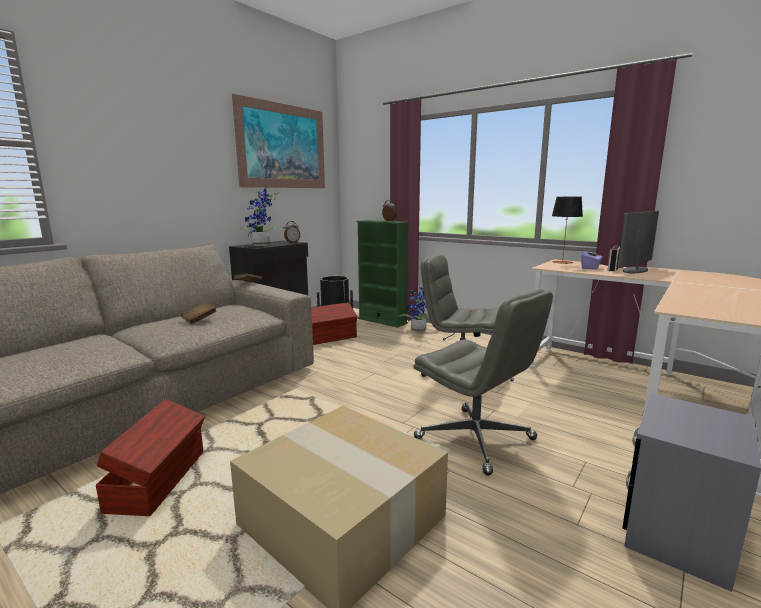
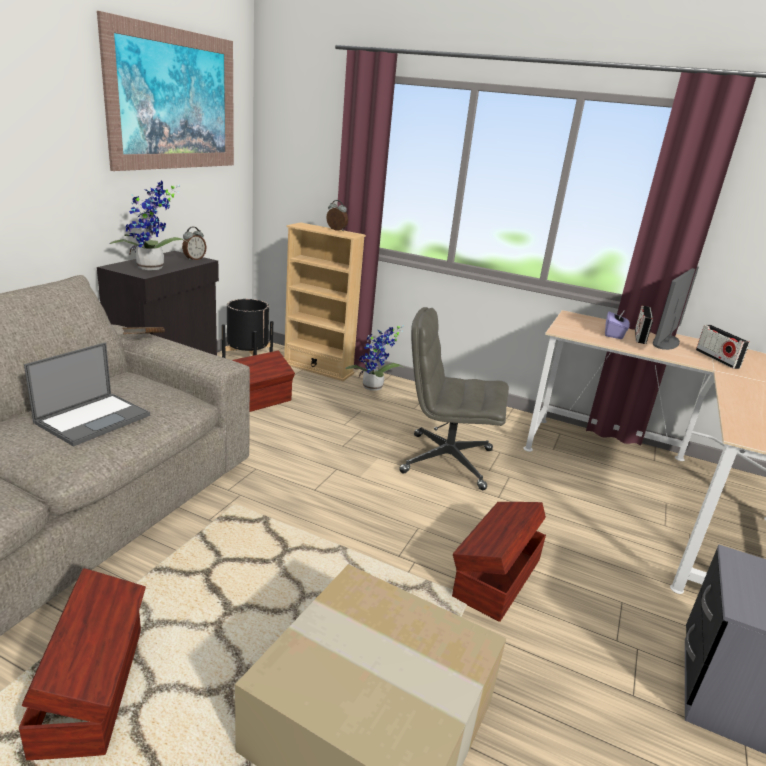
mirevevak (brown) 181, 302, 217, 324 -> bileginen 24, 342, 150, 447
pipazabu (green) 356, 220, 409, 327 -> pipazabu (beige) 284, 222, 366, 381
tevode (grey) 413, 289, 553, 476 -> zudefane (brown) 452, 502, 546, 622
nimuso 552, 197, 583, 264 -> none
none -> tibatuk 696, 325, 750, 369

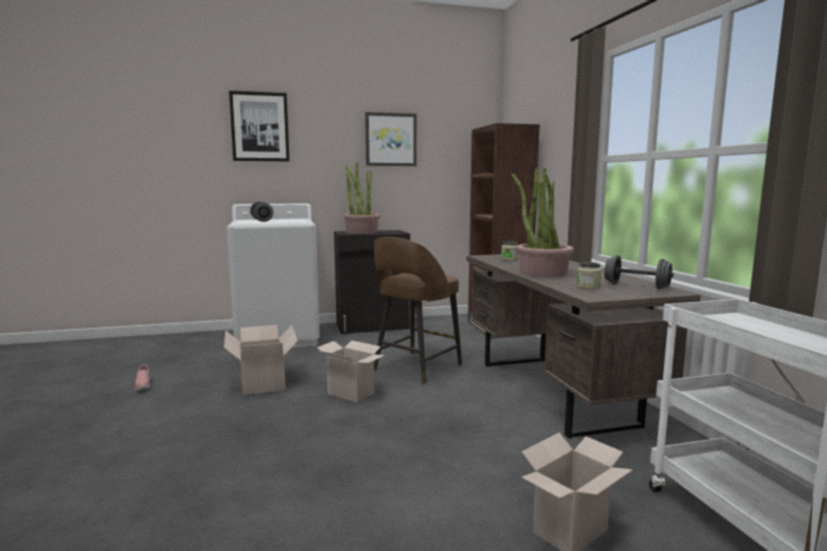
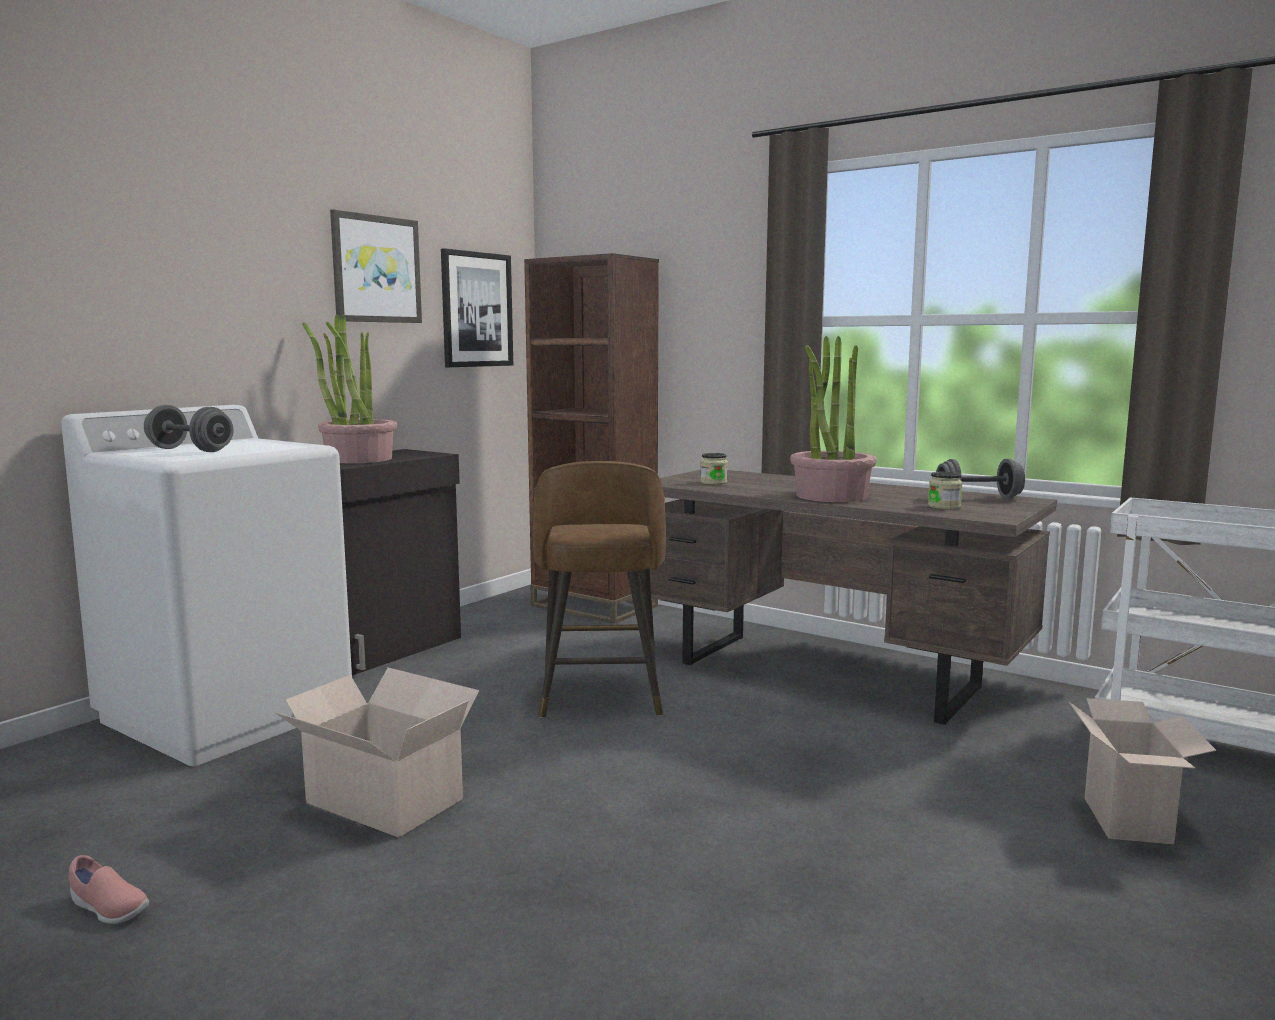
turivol 229, 91, 289, 161 -> turivol 441, 248, 513, 367, moved
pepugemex 317, 341, 385, 403 -> none

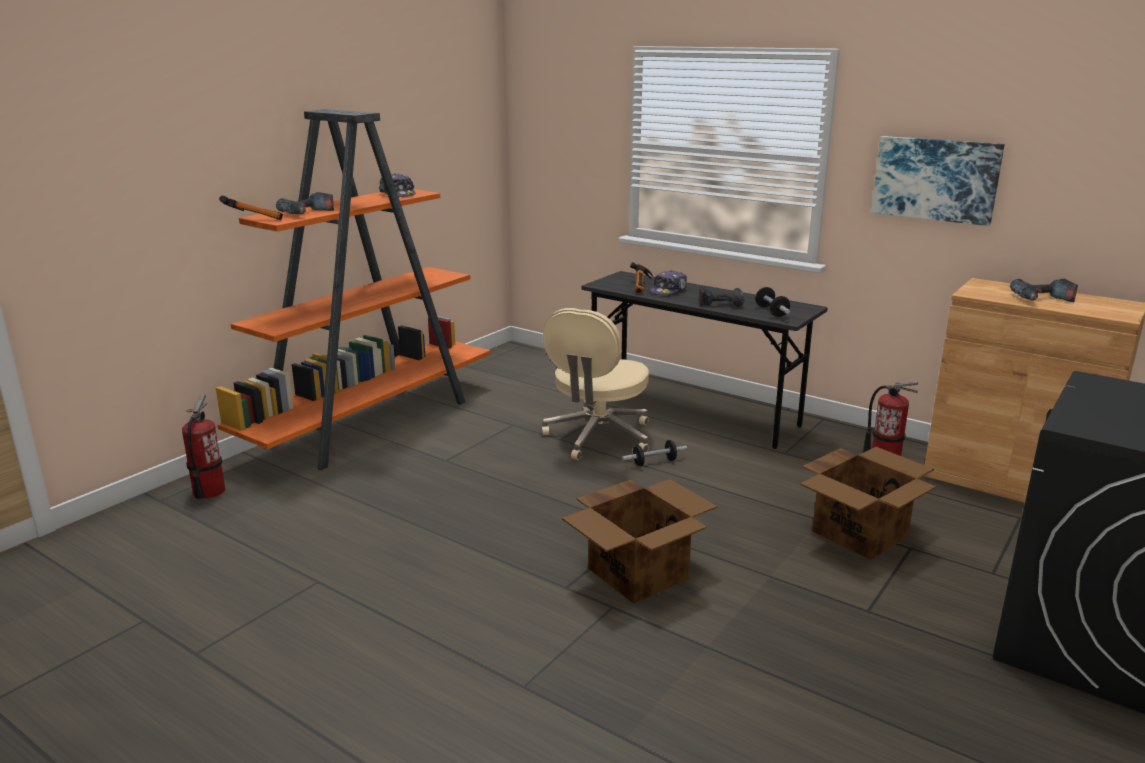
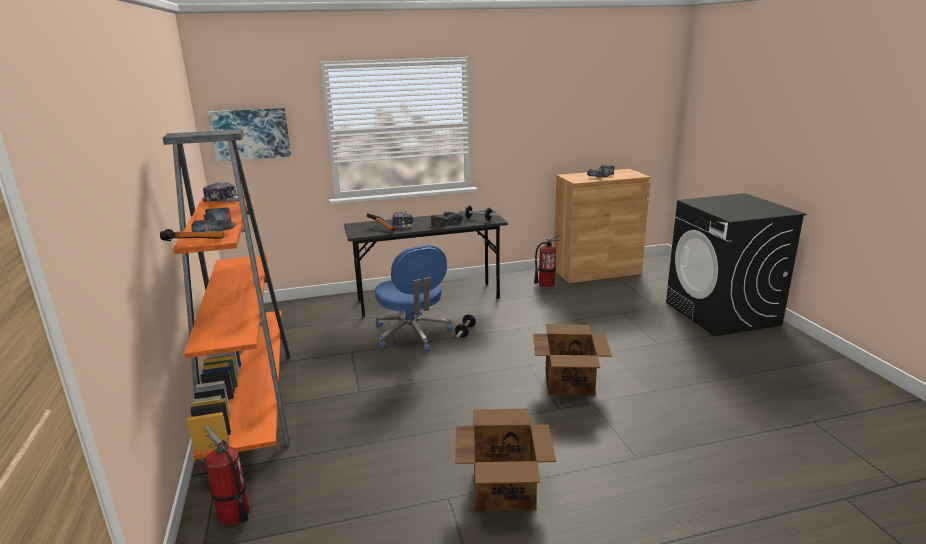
tevode (beige) 542, 308, 649, 460 -> tevode (blue) 375, 245, 452, 351
pepugemex 800, 447, 936, 560 -> pepugemex 455, 409, 556, 511, moved
turivol 871, 136, 1004, 226 -> turivol 208, 108, 291, 161, moved

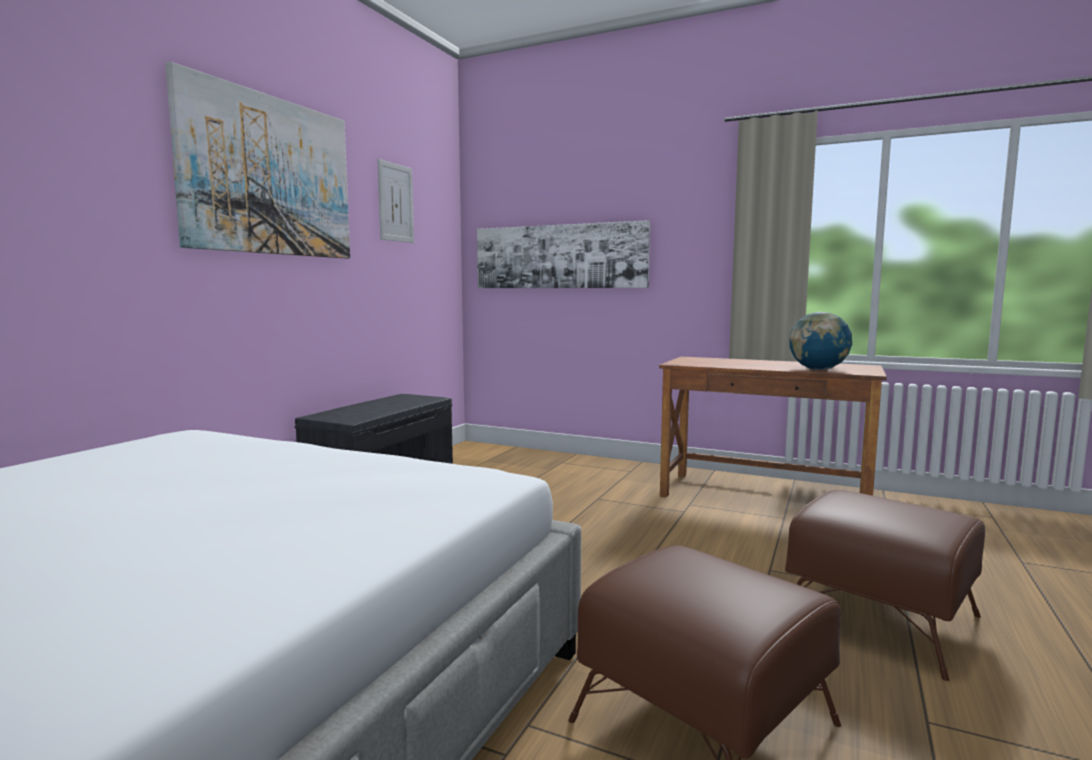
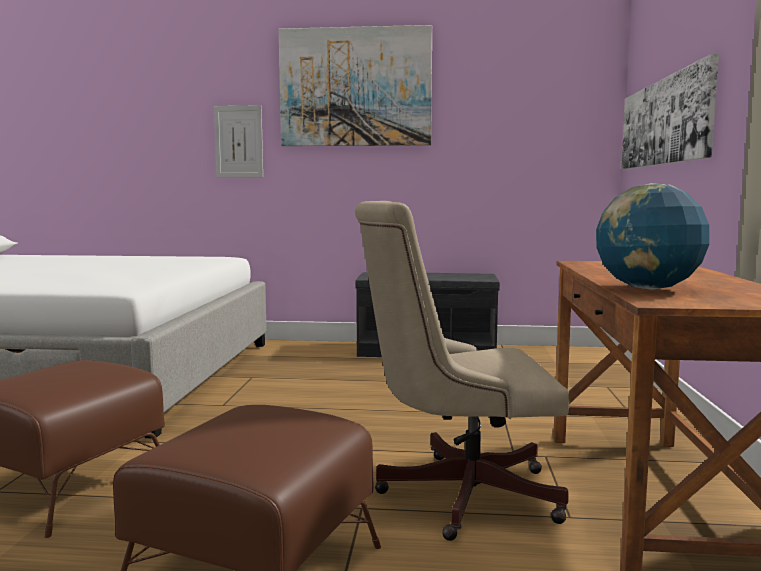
turivol 377, 159, 414, 243 -> turivol 214, 105, 263, 178, moved
none -> tevode (beige) 355, 201, 569, 541

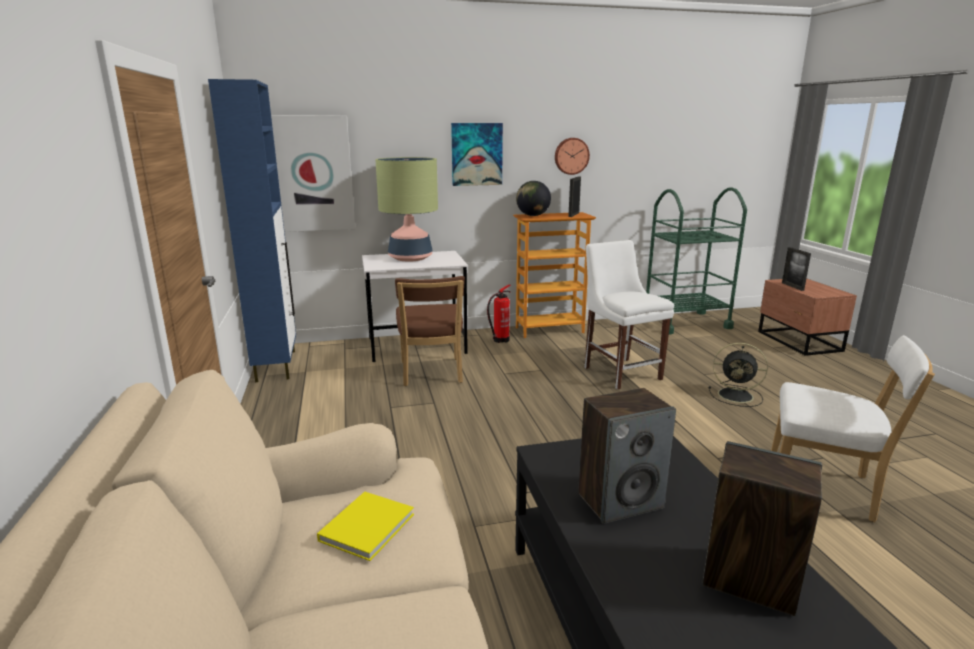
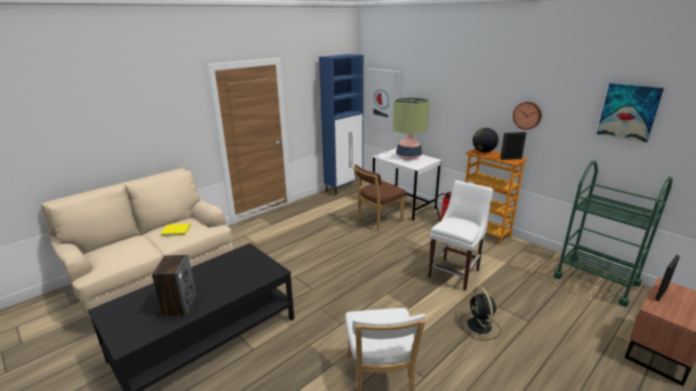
turivol 451, 123, 503, 186 -> turivol 597, 83, 664, 143, moved
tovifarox 578, 388, 676, 524 -> none

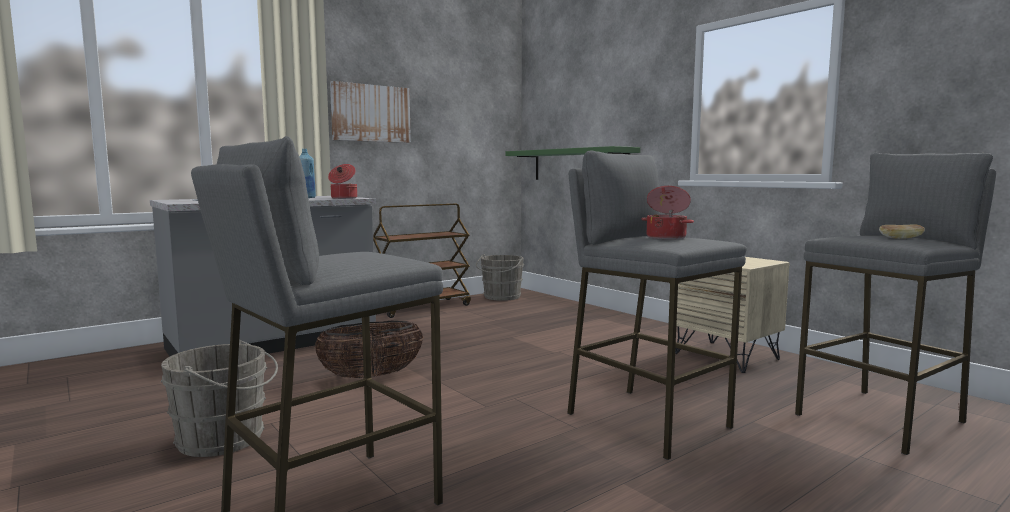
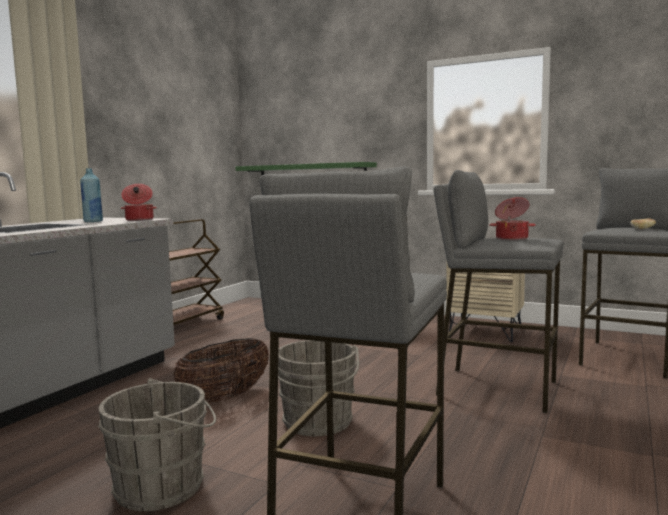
turivol 330, 81, 411, 143 -> none
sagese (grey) 476, 254, 524, 301 -> sagese (grey) 278, 340, 359, 436, moved

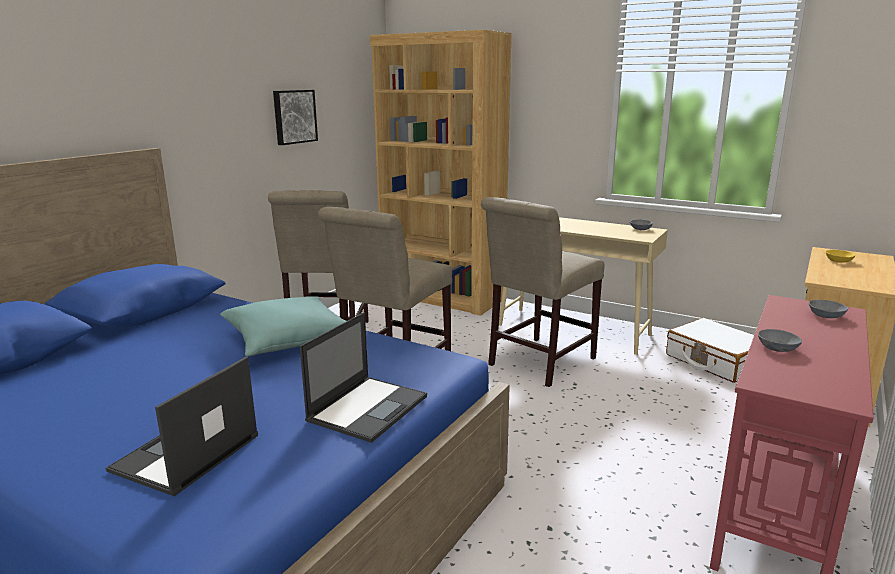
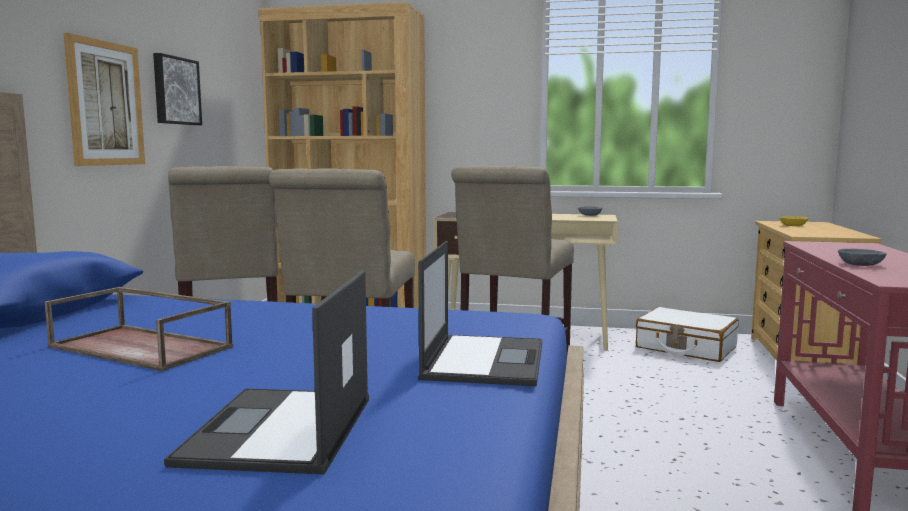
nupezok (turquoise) 220, 296, 346, 356 -> none
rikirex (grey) 809, 300, 848, 318 -> none
none -> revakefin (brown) 45, 287, 233, 371
none -> turivol 64, 33, 145, 166

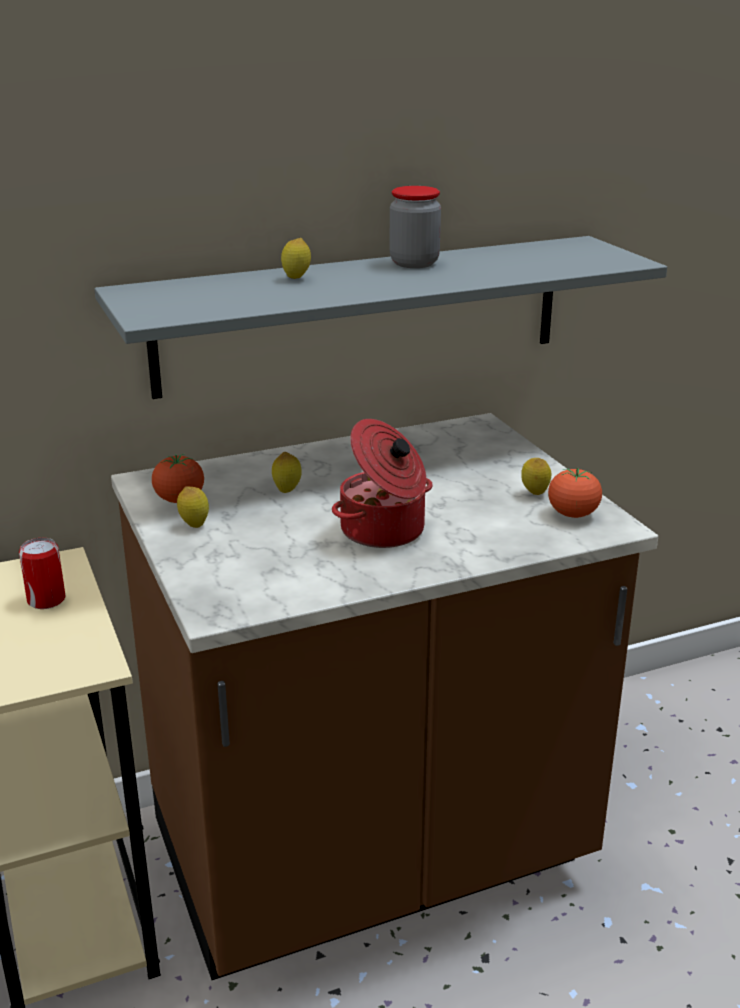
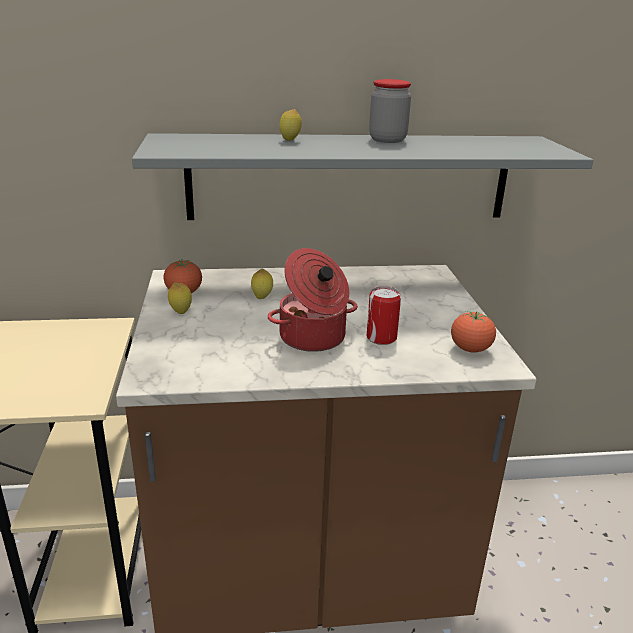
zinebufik 19, 538, 66, 609 -> zinebufik 367, 286, 401, 345, moved
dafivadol 521, 458, 551, 495 -> none

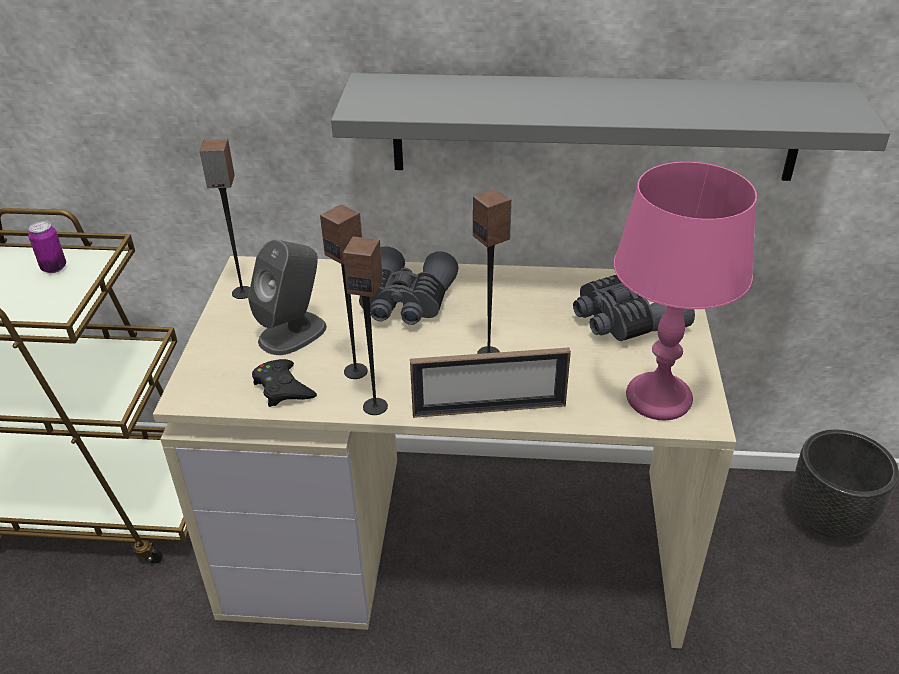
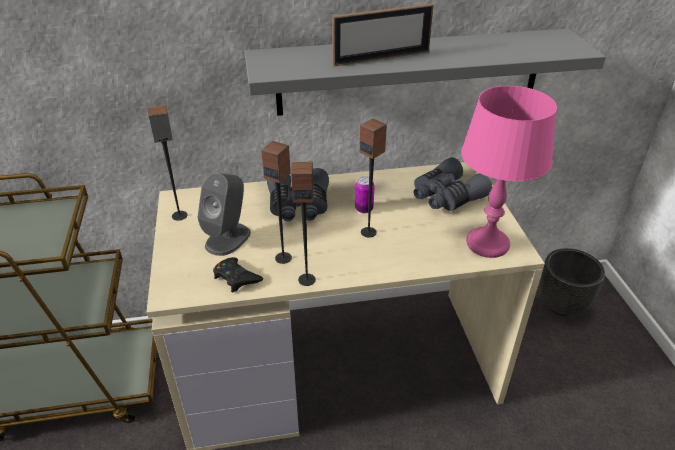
zinebufik 28, 221, 66, 273 -> zinebufik 355, 176, 375, 213, moved
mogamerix 410, 348, 571, 418 -> mogamerix 332, 3, 433, 66, moved

